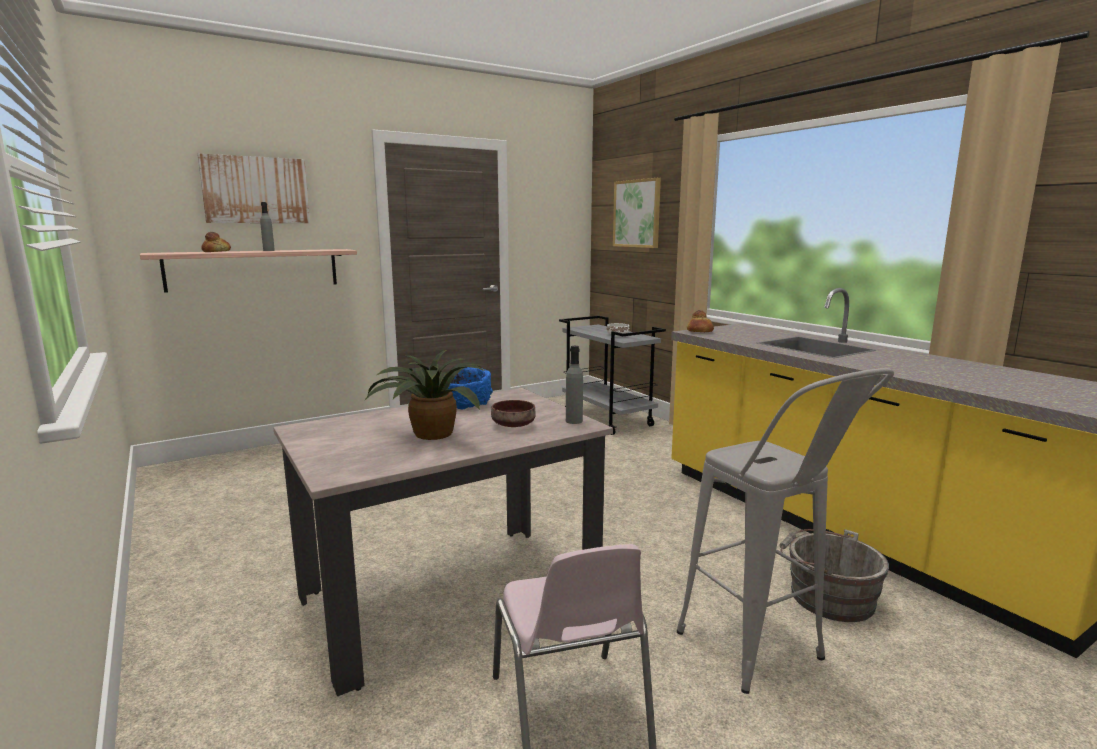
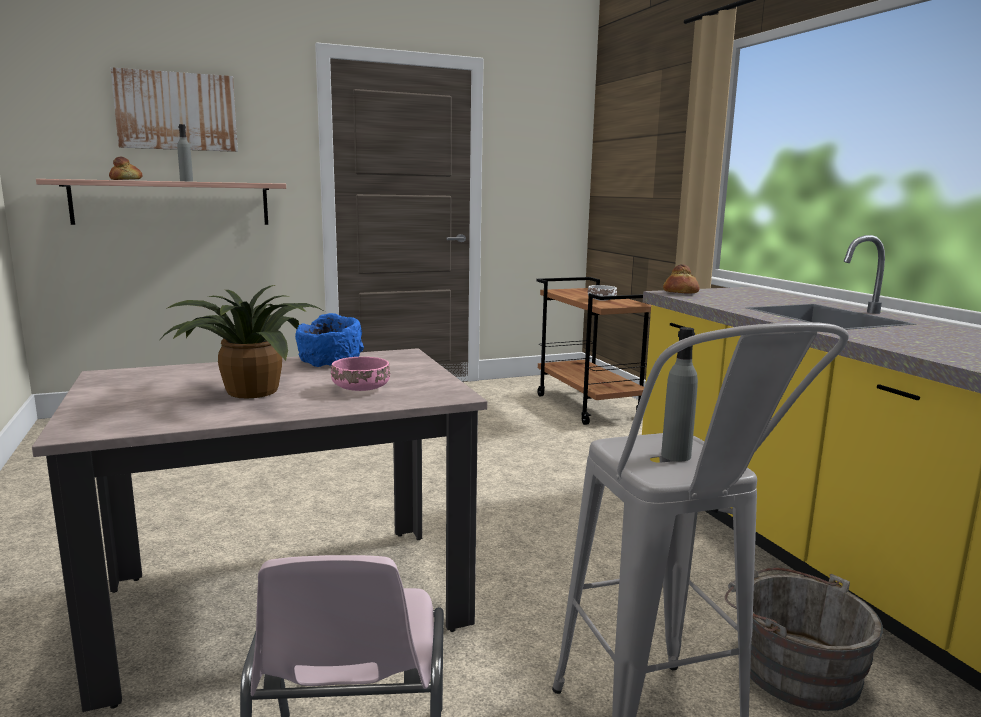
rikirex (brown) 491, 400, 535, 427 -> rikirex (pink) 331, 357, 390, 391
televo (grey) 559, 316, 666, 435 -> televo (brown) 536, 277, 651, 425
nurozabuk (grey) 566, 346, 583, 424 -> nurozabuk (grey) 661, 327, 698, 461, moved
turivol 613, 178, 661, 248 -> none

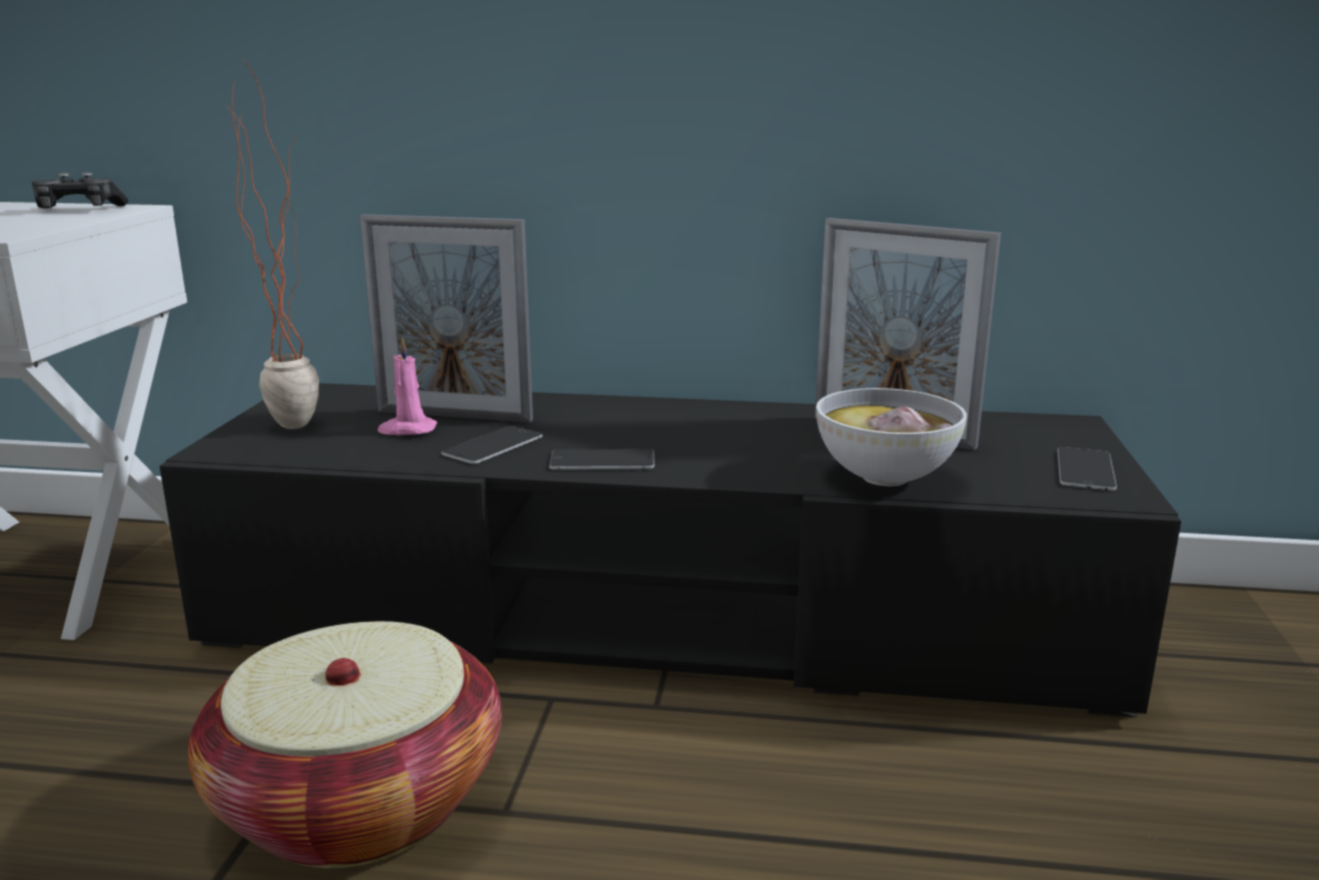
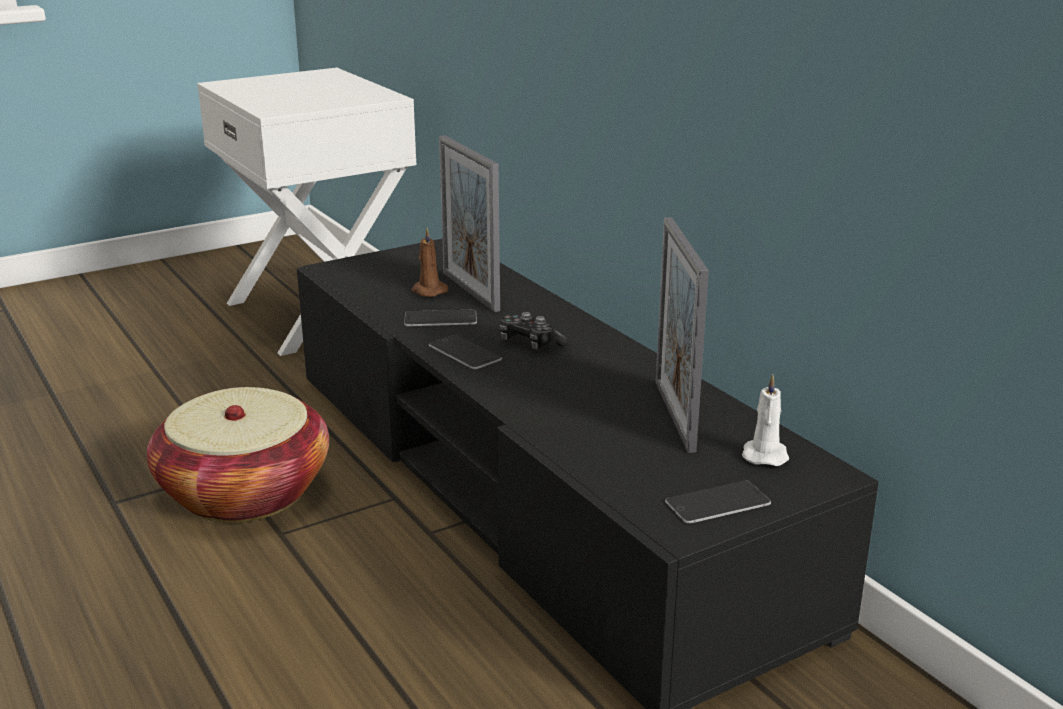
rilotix 32, 172, 128, 208 -> rilotix 499, 312, 568, 350, moved
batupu 228, 61, 319, 429 -> none
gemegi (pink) 378, 338, 437, 435 -> gemegi (brown) 411, 228, 448, 297
rikirex 816, 388, 967, 486 -> none
none -> gemegi (white) 742, 374, 789, 466

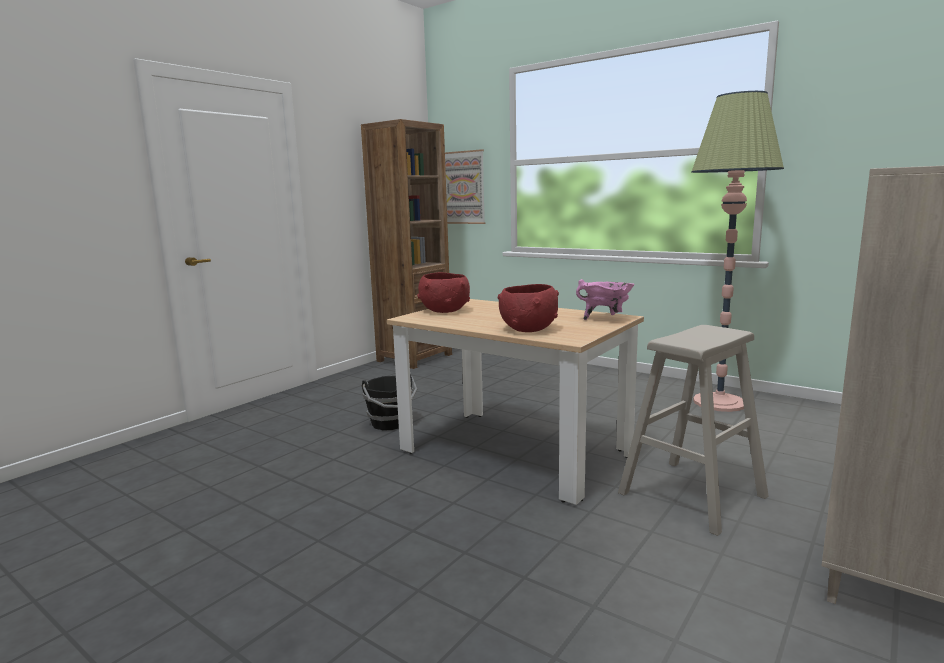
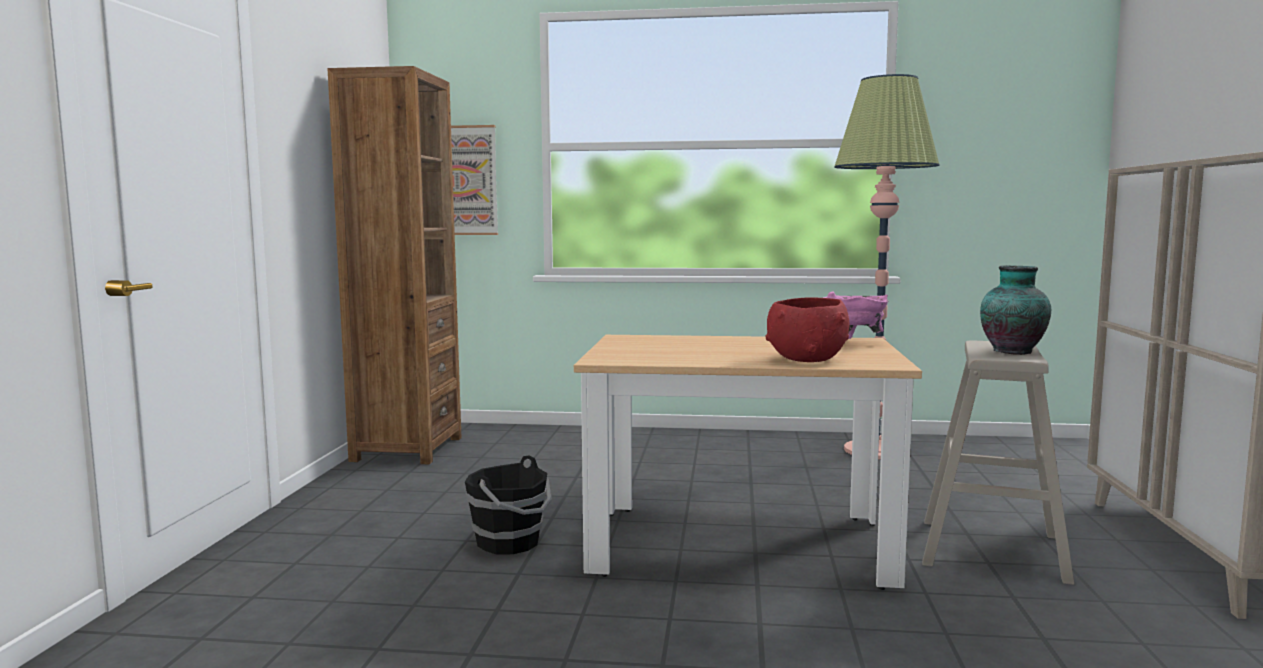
rikirex (red) 417, 272, 470, 313 -> none
none -> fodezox 980, 265, 1051, 355

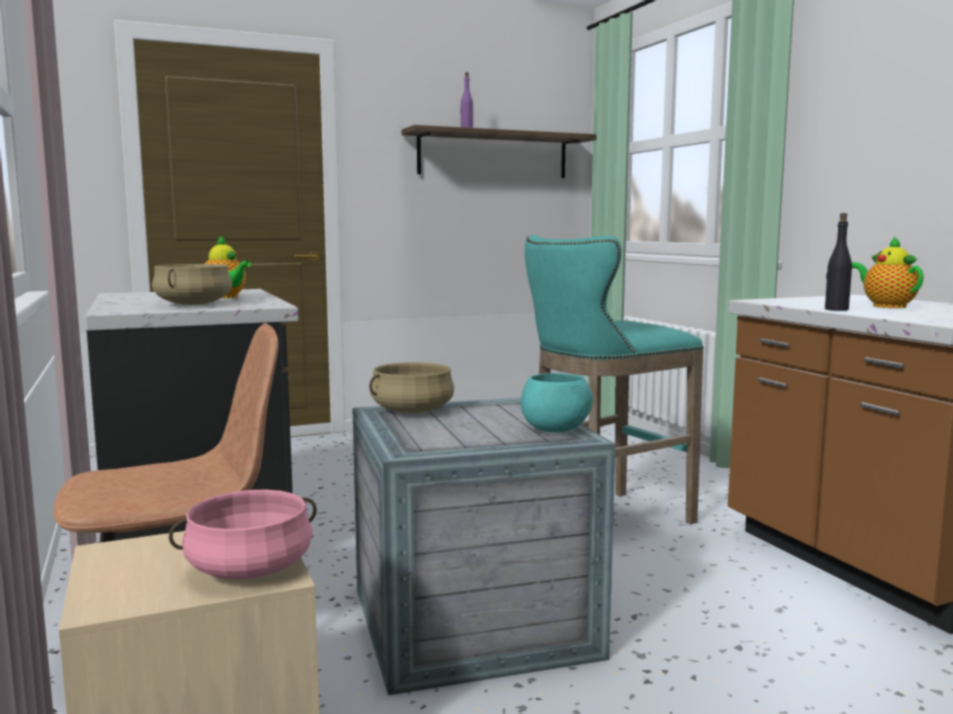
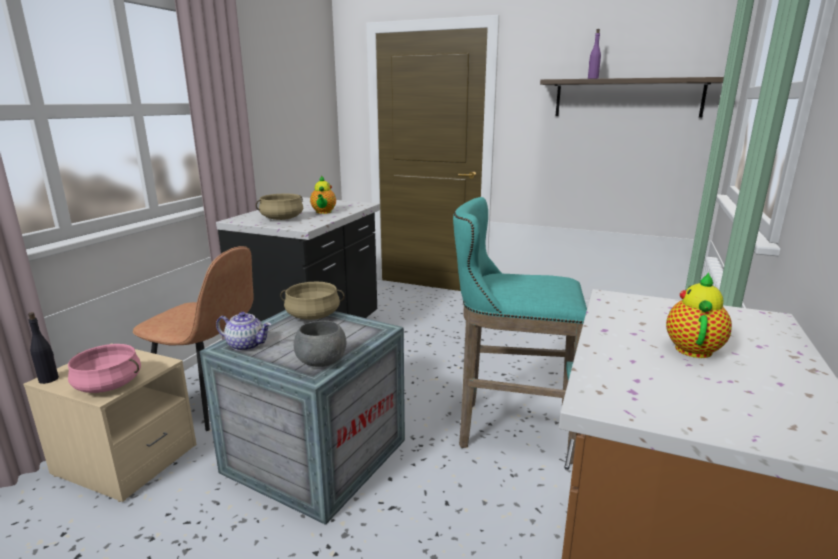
rikirex (turquoise) 521, 373, 593, 433 -> rikirex (grey) 294, 321, 347, 367
nurozabuk (black) 825, 213, 852, 311 -> nurozabuk (black) 28, 312, 59, 384, moved
none -> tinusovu 216, 312, 272, 351

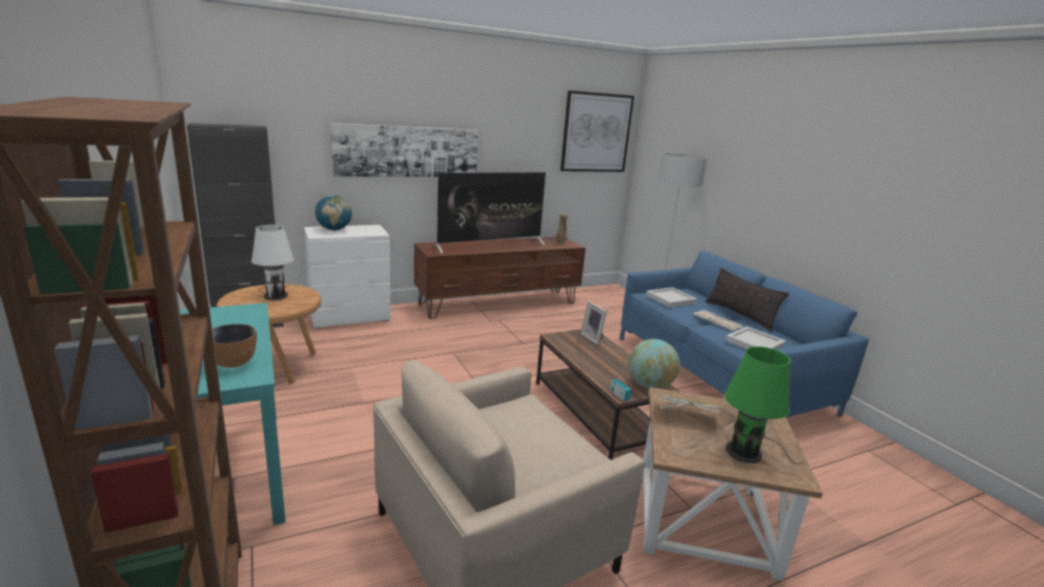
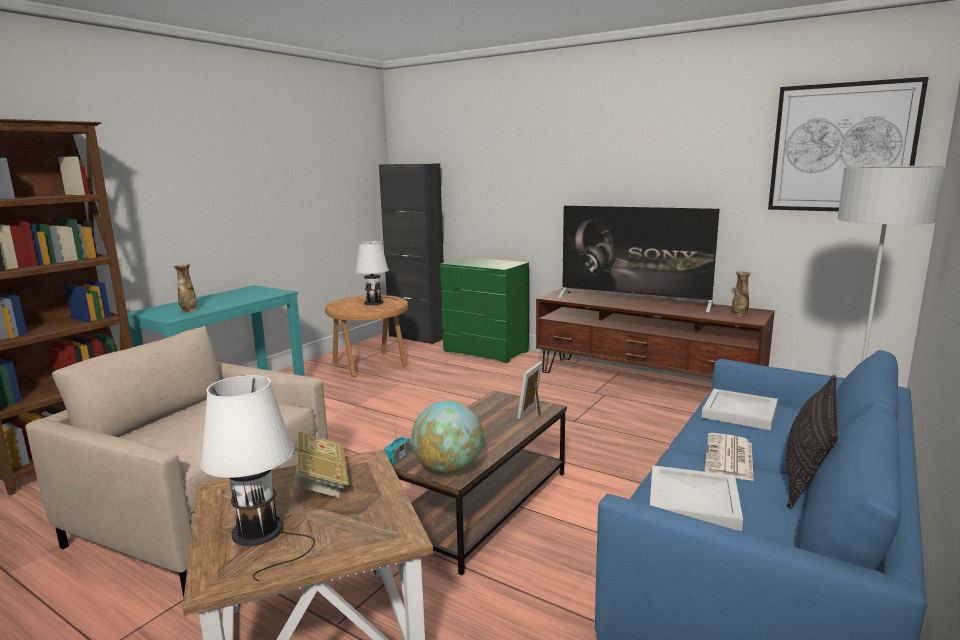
rikirex 212, 324, 257, 368 -> fodezox 174, 264, 197, 313
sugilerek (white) 304, 225, 391, 329 -> sugilerek (green) 440, 257, 529, 363
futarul 315, 195, 352, 231 -> none
turivol 330, 123, 478, 177 -> none
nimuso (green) 724, 346, 802, 464 -> nimuso (white) 200, 375, 315, 582

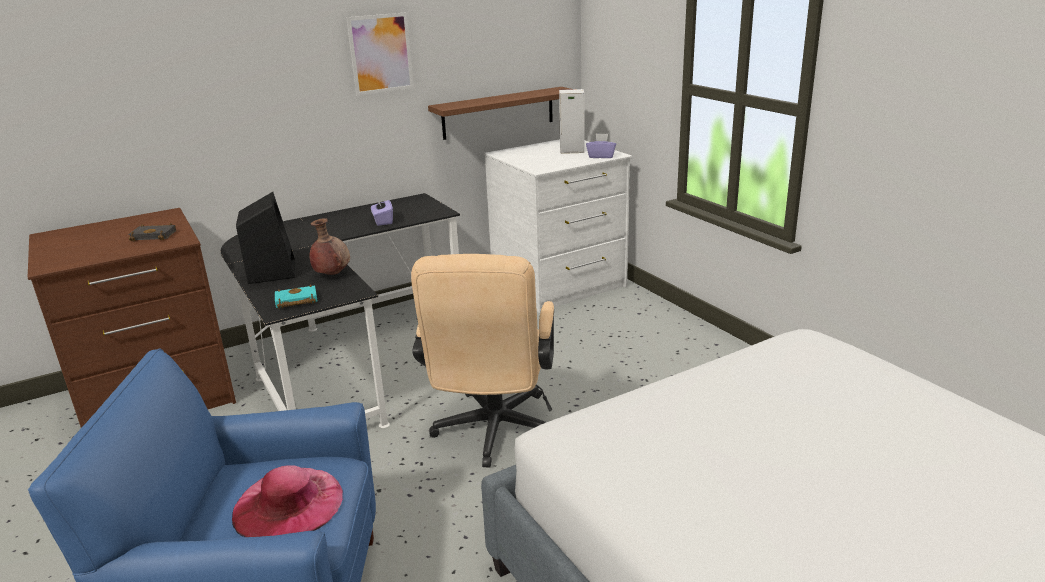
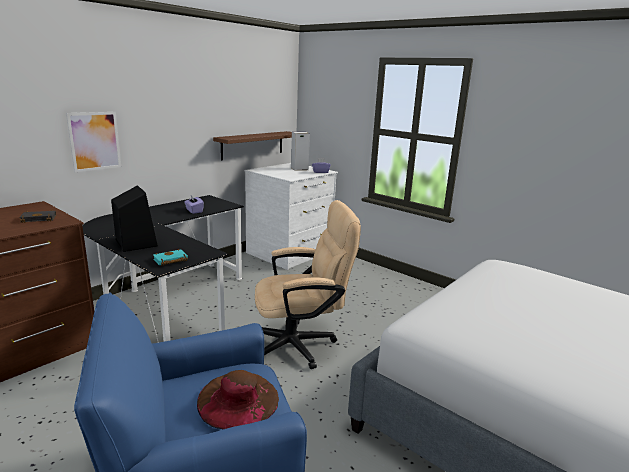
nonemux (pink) 232, 465, 343, 537 -> nonemux (brown) 197, 370, 279, 429
fodezox (brown) 309, 218, 350, 275 -> none
turivol 346, 12, 414, 95 -> turivol 66, 112, 121, 172, moved
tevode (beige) 411, 254, 554, 467 -> tevode (beige) 255, 200, 361, 369, 90 degrees counterclockwise

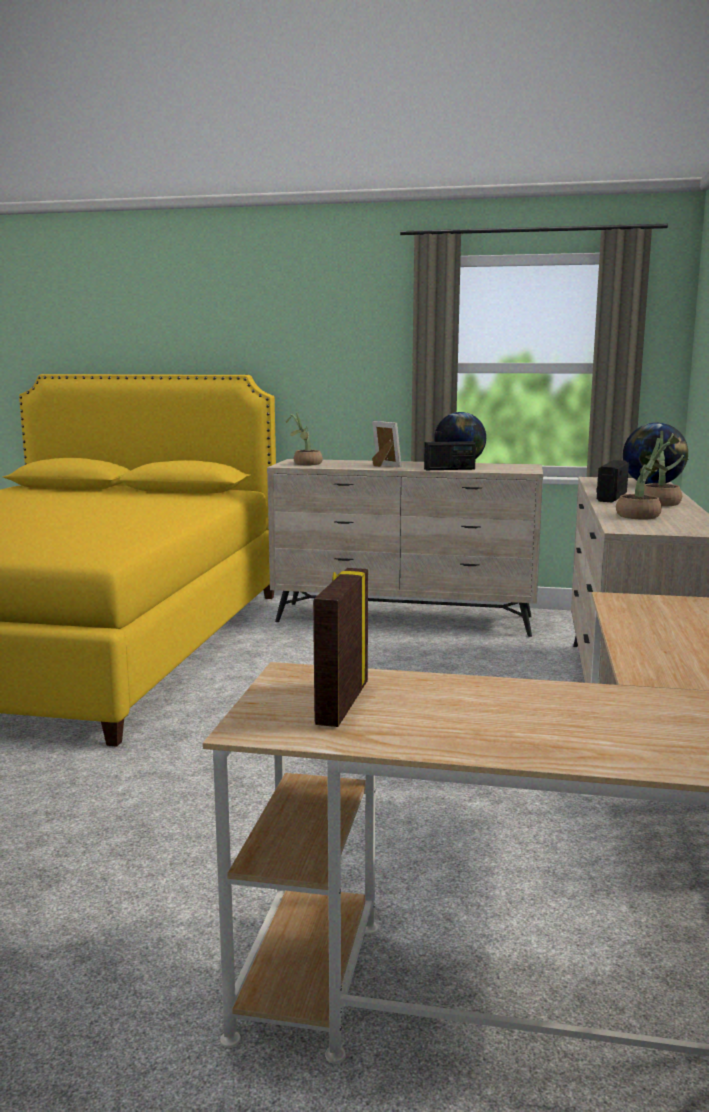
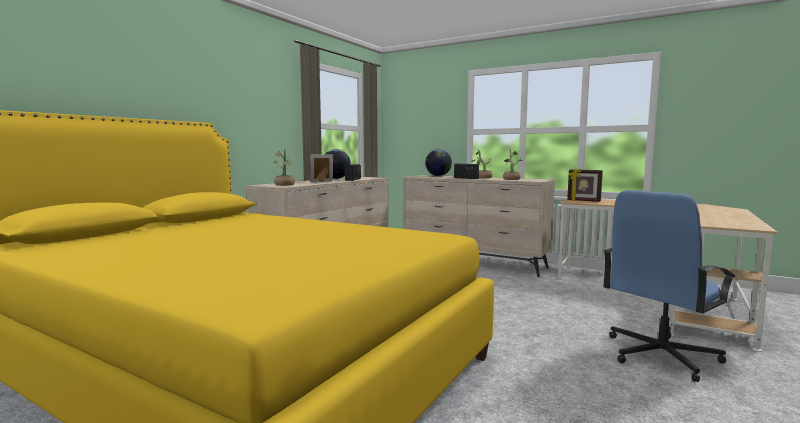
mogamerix 313, 568, 368, 727 -> mogamerix 567, 169, 603, 202, moved
none -> tevode (blue) 603, 190, 736, 382

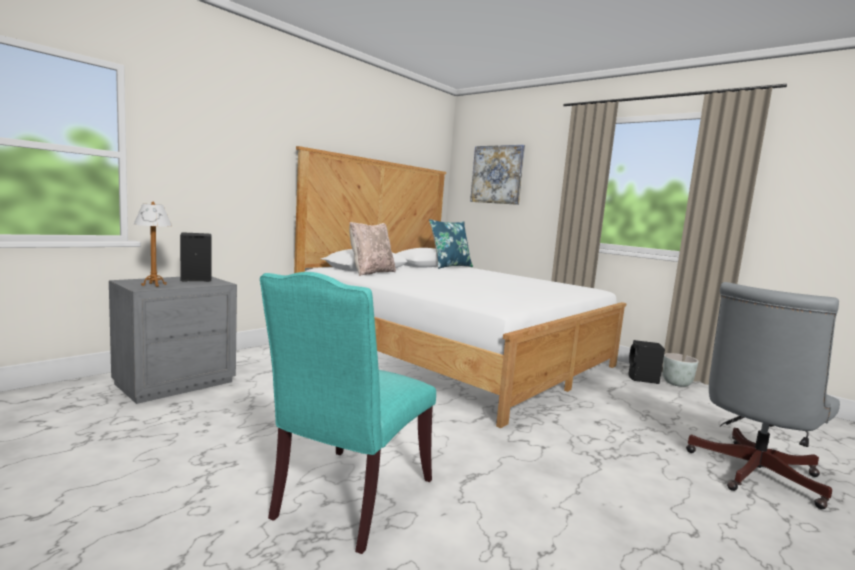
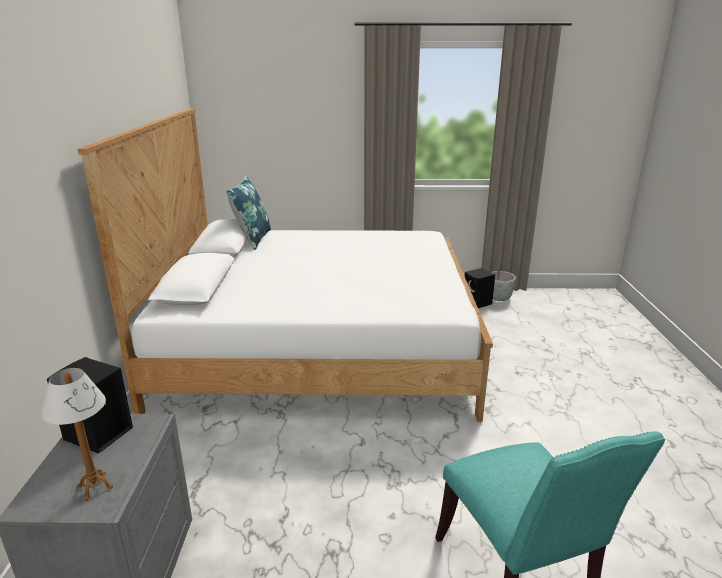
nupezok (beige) 349, 222, 396, 276 -> none
turivol 470, 145, 525, 205 -> none
tevode (grey) 686, 282, 840, 509 -> none

